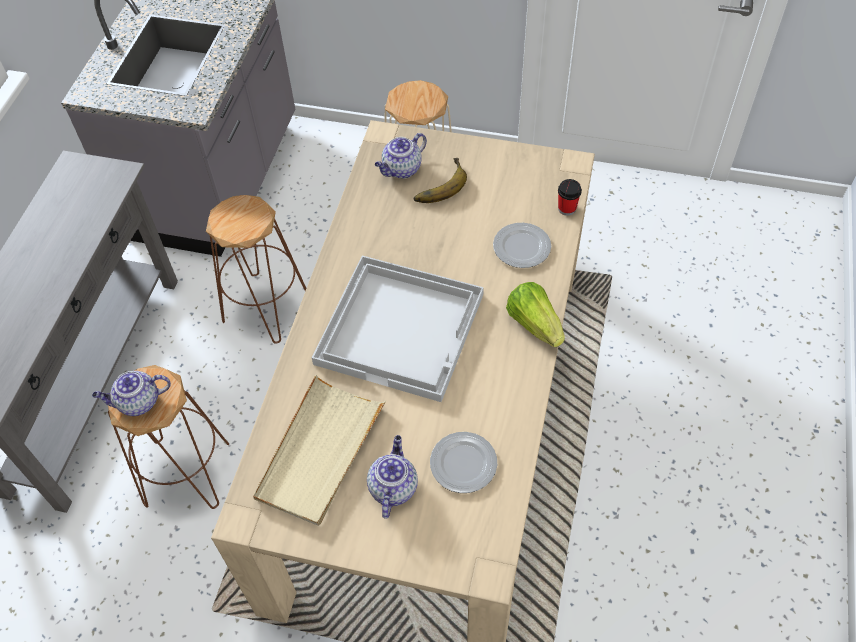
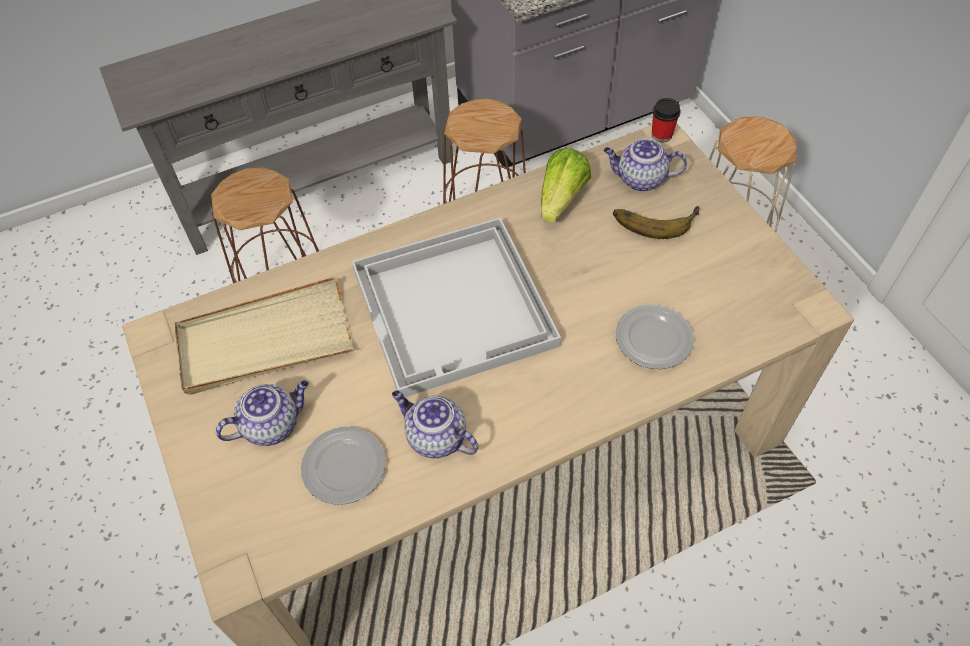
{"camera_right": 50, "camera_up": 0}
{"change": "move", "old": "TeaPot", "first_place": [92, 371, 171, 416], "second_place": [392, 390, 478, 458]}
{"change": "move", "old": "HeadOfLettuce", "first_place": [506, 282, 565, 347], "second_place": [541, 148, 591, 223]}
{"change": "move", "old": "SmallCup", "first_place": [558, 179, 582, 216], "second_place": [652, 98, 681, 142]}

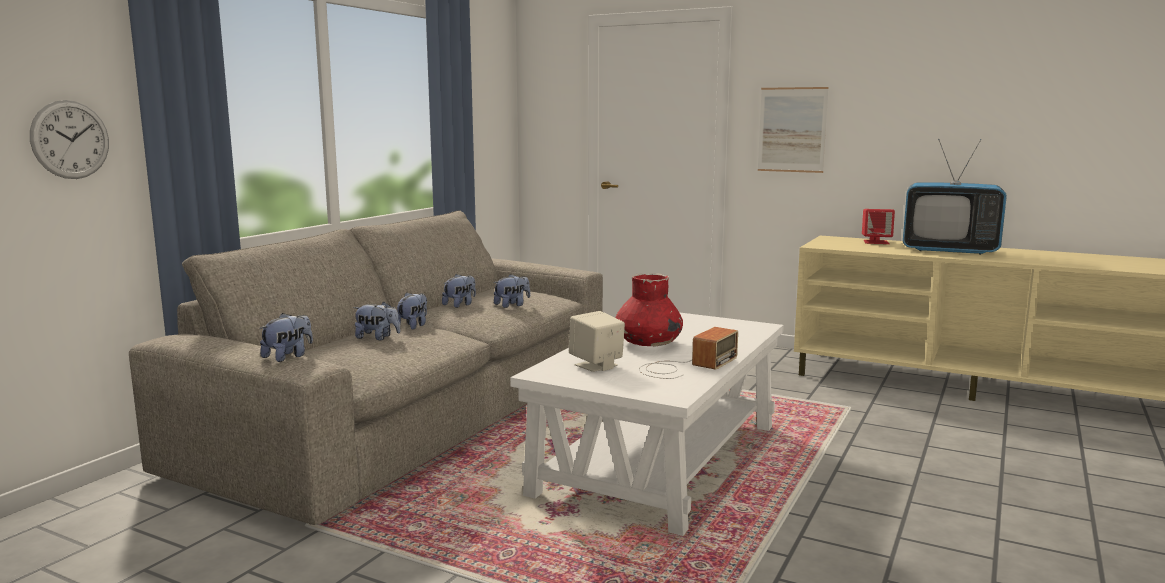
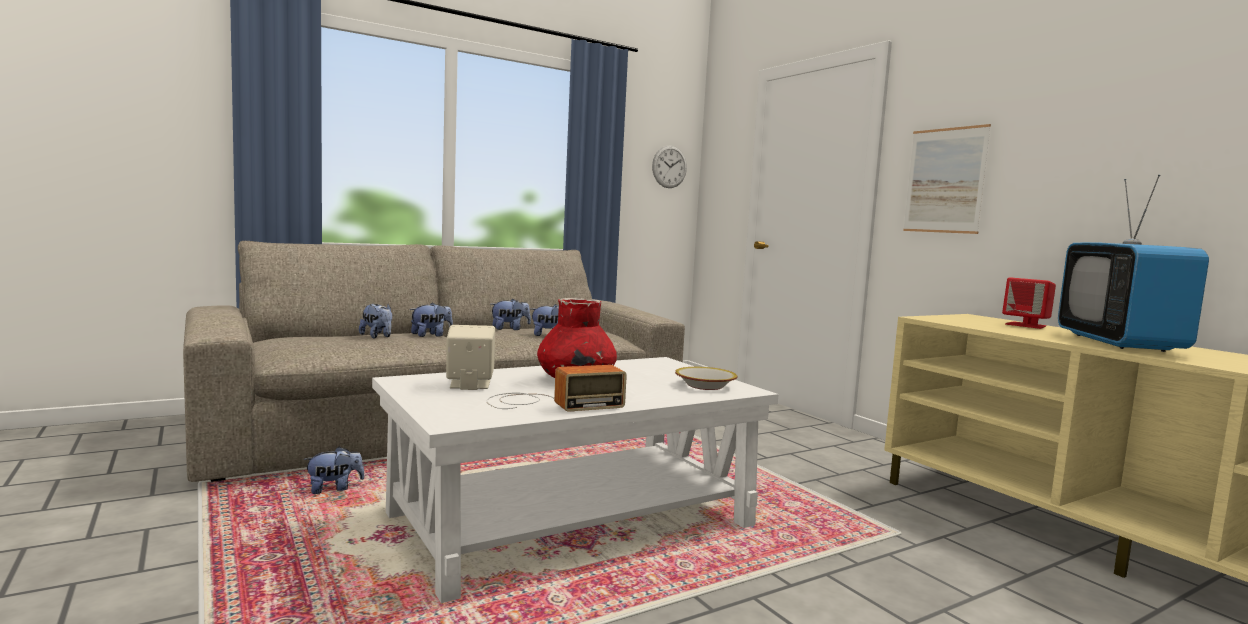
{"camera_right": 30, "camera_up": -5}
{"change": "insert", "new": "ServingBowl", "second_place": [675, 367, 737, 390]}
{"change": "move", "old": "ClockOnTheWall", "first_place": [30, 100, 109, 179], "second_place": [652, 146, 687, 188]}
{"change": "move", "old": "SoftToy", "first_place": [260, 313, 313, 362], "second_place": [304, 447, 364, 494]}
{"change": "rotate", "old": "Tv", "first_place": [903, 139, 1007, 255], "second_place": [1058, 175, 1209, 352], "degrees": 45}

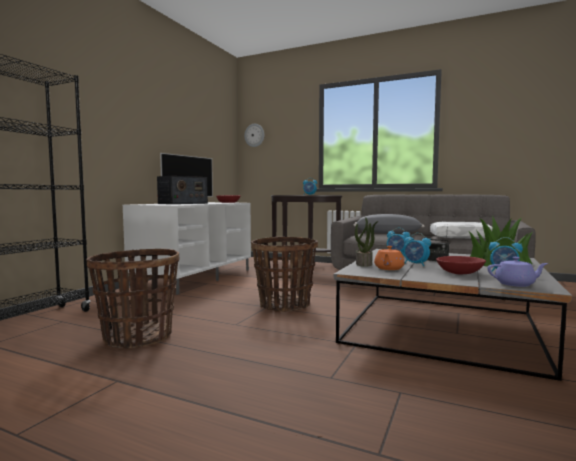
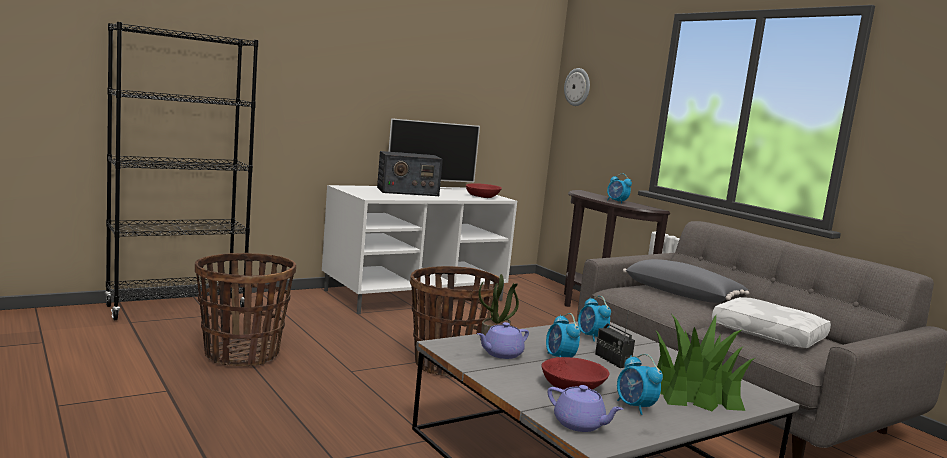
{"camera_right": 30, "camera_up": 5}
{"change": "recolor", "old": "OrangeyTeaPot", "new": "PurplishTeaPot", "first_place": [374, 246, 405, 270], "second_place": [477, 322, 529, 359]}

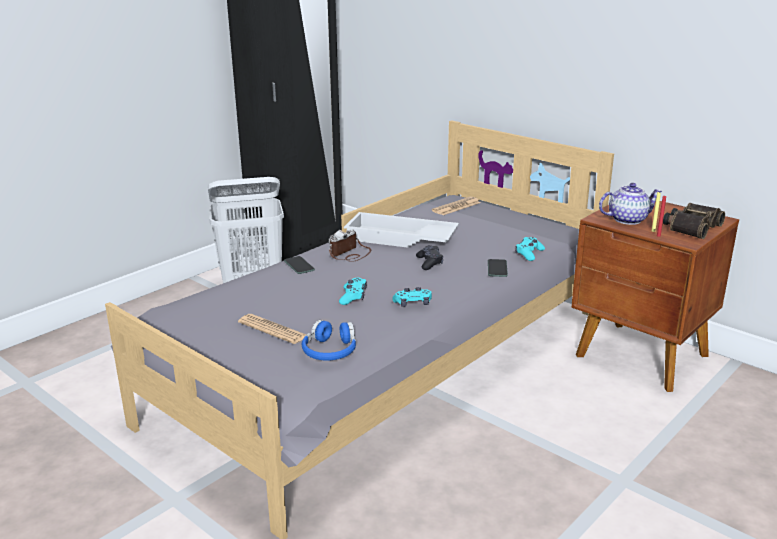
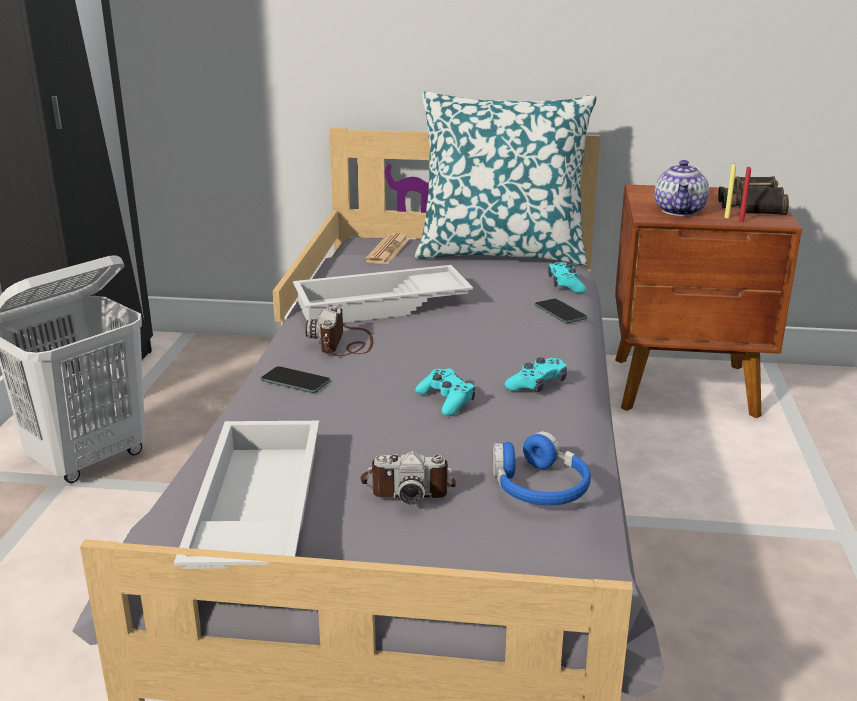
{"camera_right": -35, "camera_up": 0}
{"change": "delete", "old": "BlackGamepad", "first_place": [416, 245, 443, 270]}
{"change": "insert", "new": "WhitishServingTray", "second_place": [174, 421, 319, 569]}
{"change": "insert", "new": "ThrowPillow", "second_place": [415, 91, 597, 266]}
{"change": "replace", "old": "PrintedPaper", "new": "PhotoCamera", "first_place": [238, 314, 306, 344], "second_place": [360, 451, 456, 504]}
{"change": "rotate", "old": "TeaPot", "first_place": [599, 183, 662, 225], "second_place": [654, 160, 709, 216], "degrees": 150}

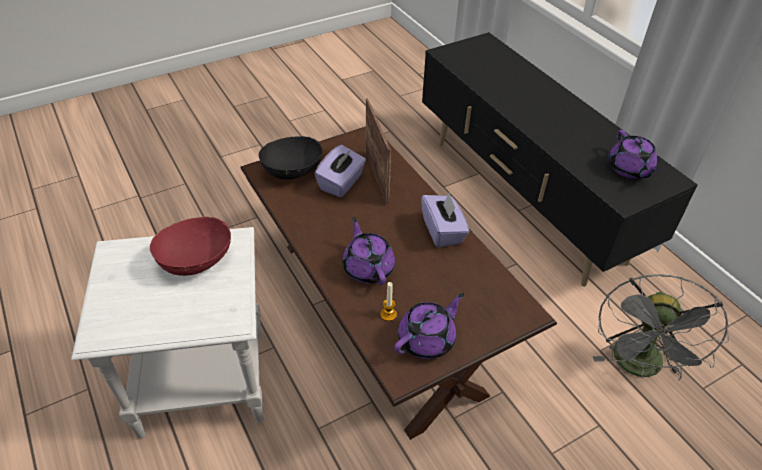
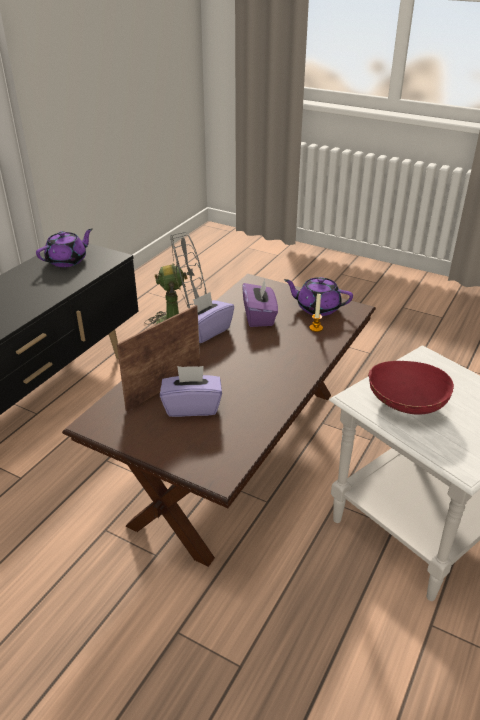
{"camera_right": -120, "camera_up": -10}
{"change": "delete", "old": "BlackServingBowl", "first_place": [259, 136, 322, 180]}
{"change": "delete", "old": "PurplishTeaPot", "first_place": [342, 217, 395, 285]}
{"change": "insert", "new": "PurplishTissueBox", "second_place": [242, 279, 278, 327]}

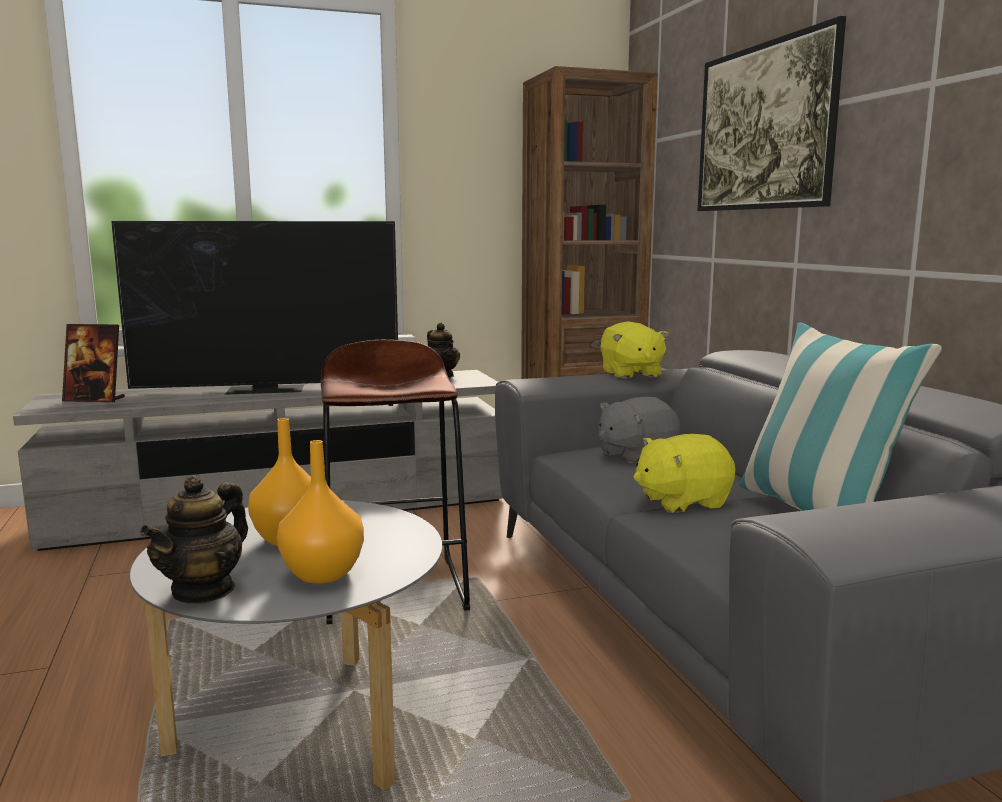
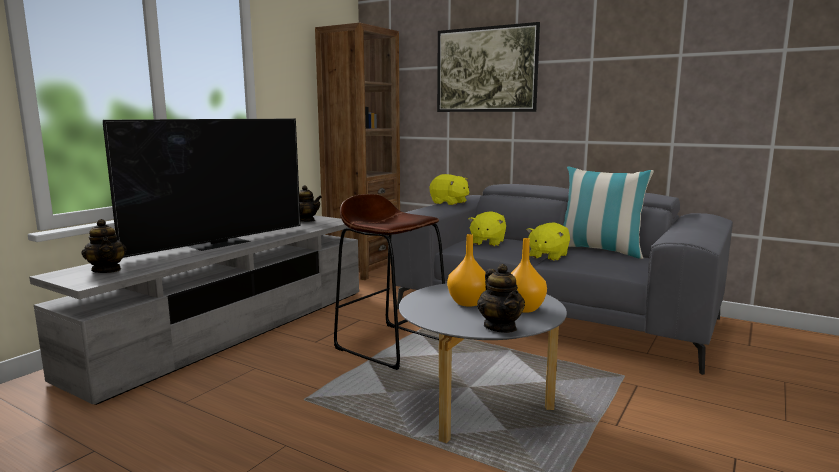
{"camera_right": -40, "camera_up": 0}
{"change": "replace", "old": "PictureFrame", "new": "TeaPot", "first_place": [62, 324, 125, 402], "second_place": [82, 219, 127, 273]}
{"change": "recolor", "old": "GreyishSoftToy", "new": "YellowSoftToy", "first_place": [598, 397, 680, 463], "second_place": [468, 211, 506, 246]}

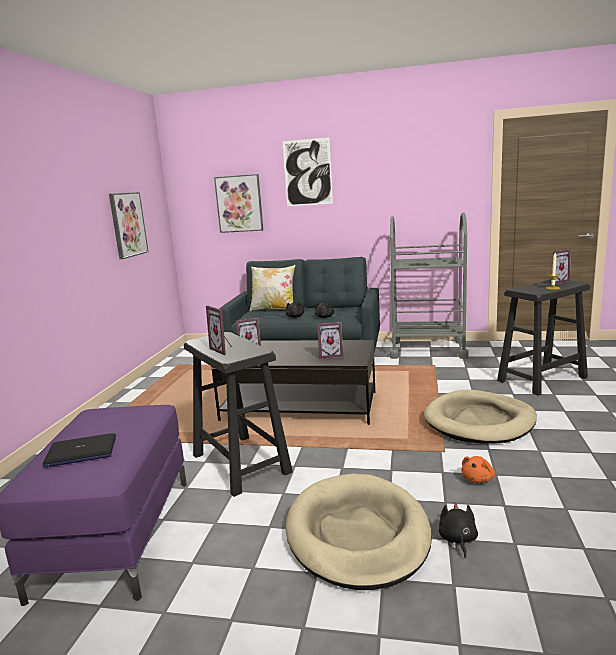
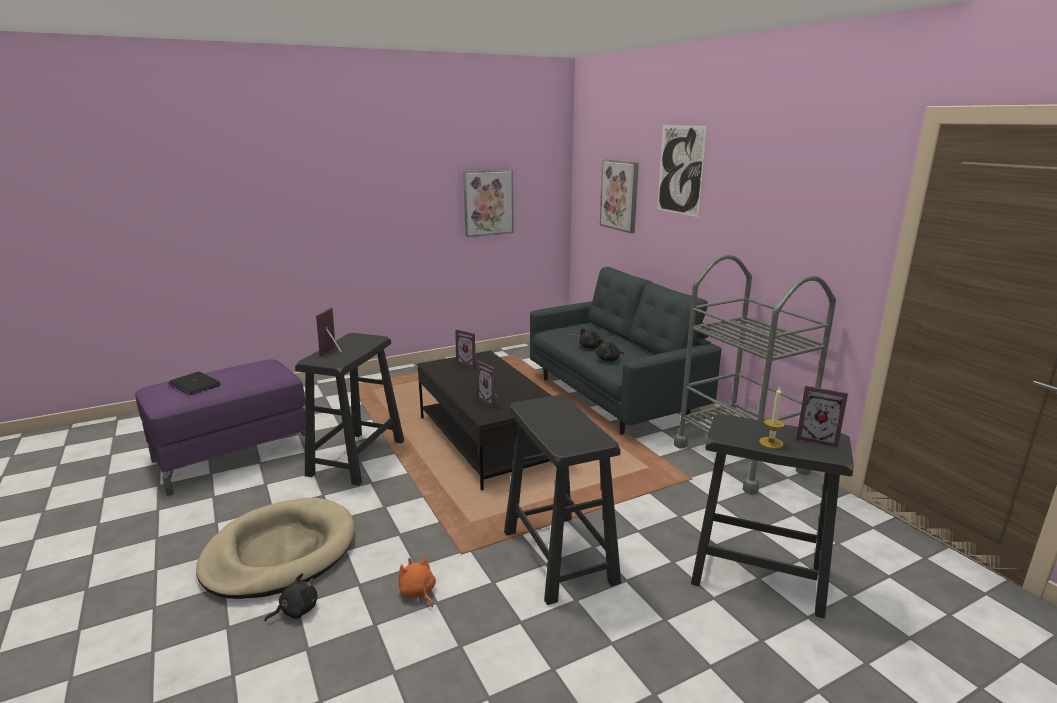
{"camera_right": 50, "camera_up": 5}
{"change": "delete", "old": "ThrowPillow", "first_place": [250, 265, 295, 311]}
{"change": "replace", "old": "BeigeDogCushion", "new": "BlackStool", "first_place": [424, 390, 537, 444], "second_place": [504, 395, 621, 605]}
{"change": "rotate", "old": "OrangeySoftToy", "first_place": [461, 456, 495, 483], "second_place": [398, 556, 436, 607], "degrees": 60}

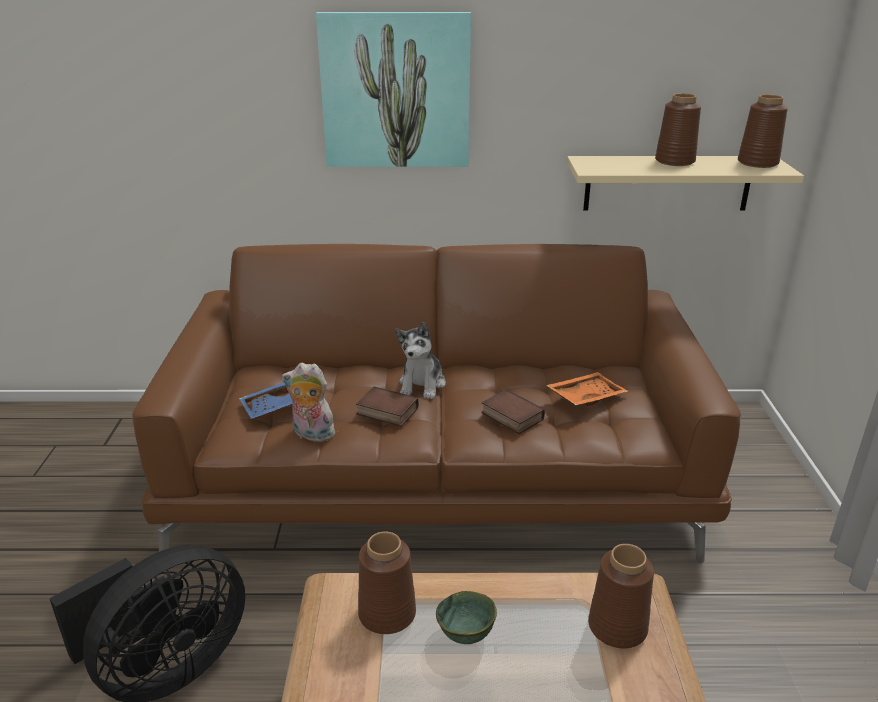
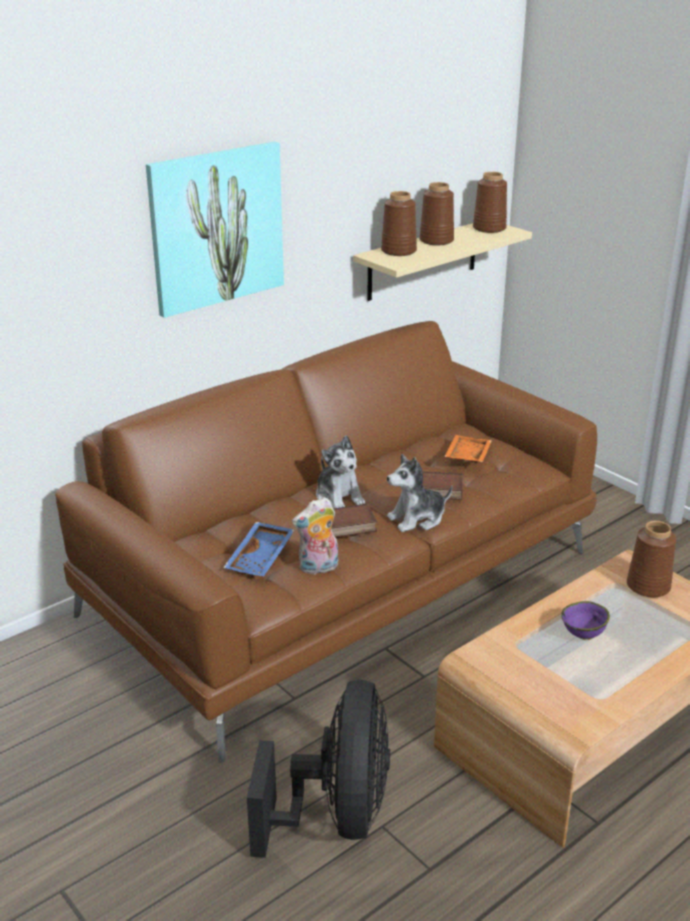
{"camera_right": -40, "camera_up": 0}
{"change": "insert", "new": "SoftToy", "second_place": [387, 454, 452, 532]}
{"change": "move", "old": "BrownishDecorativeVase", "first_place": [358, 531, 416, 634], "second_place": [381, 191, 417, 256]}
{"change": "recolor", "old": "GreenishServingBowl", "new": "PurplishServingBowl", "first_place": [436, 591, 497, 644], "second_place": [561, 601, 610, 640]}

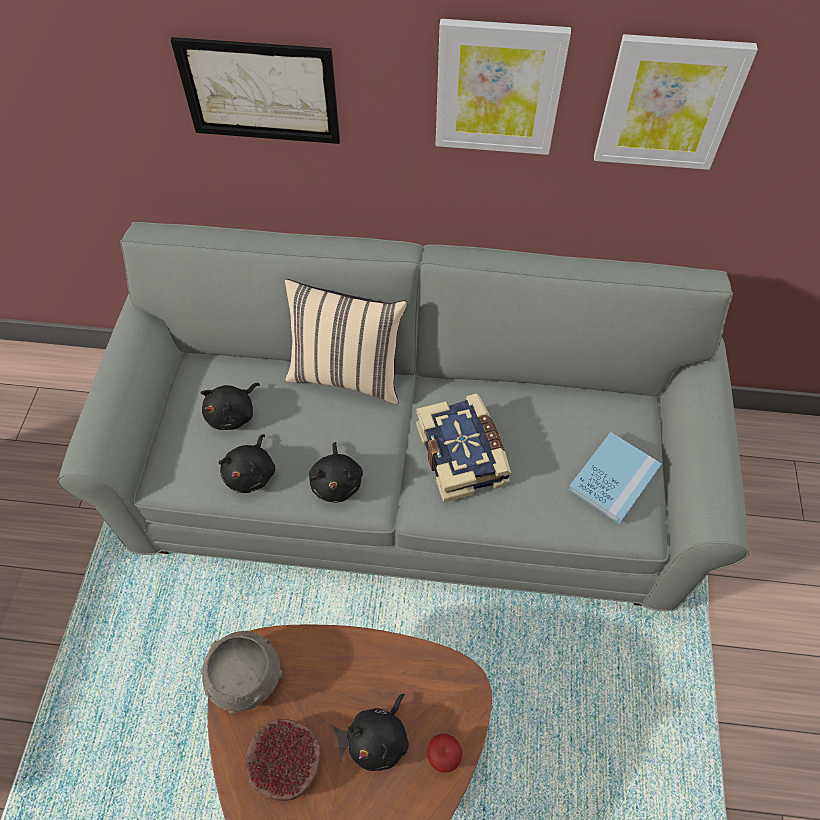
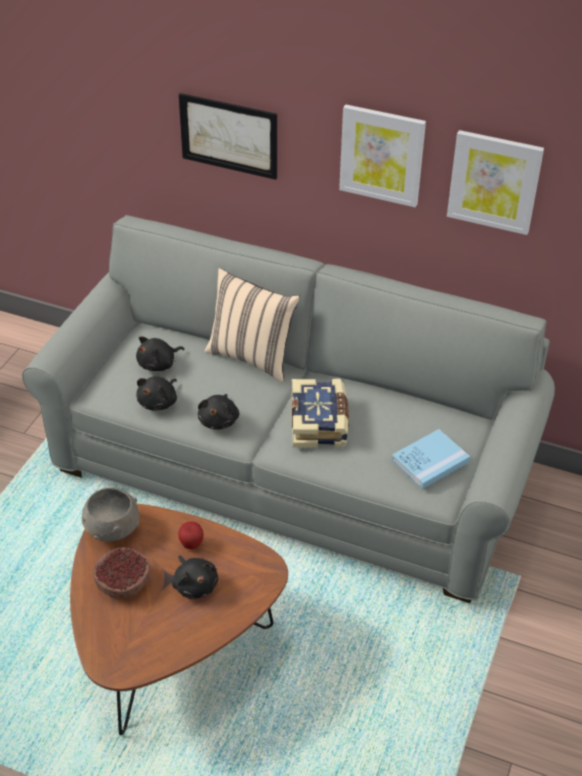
{"camera_right": 15, "camera_up": -15}
{"change": "move", "old": "AppleFruit", "first_place": [427, 734, 462, 773], "second_place": [178, 521, 204, 549]}
{"change": "rotate", "old": "BlackSoftToy", "first_place": [347, 693, 409, 771], "second_place": [172, 555, 218, 599], "degrees": -75}

